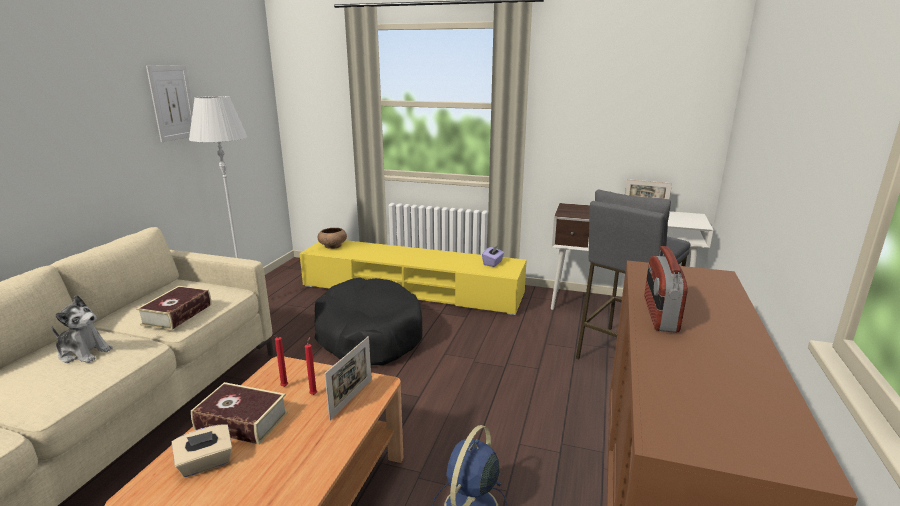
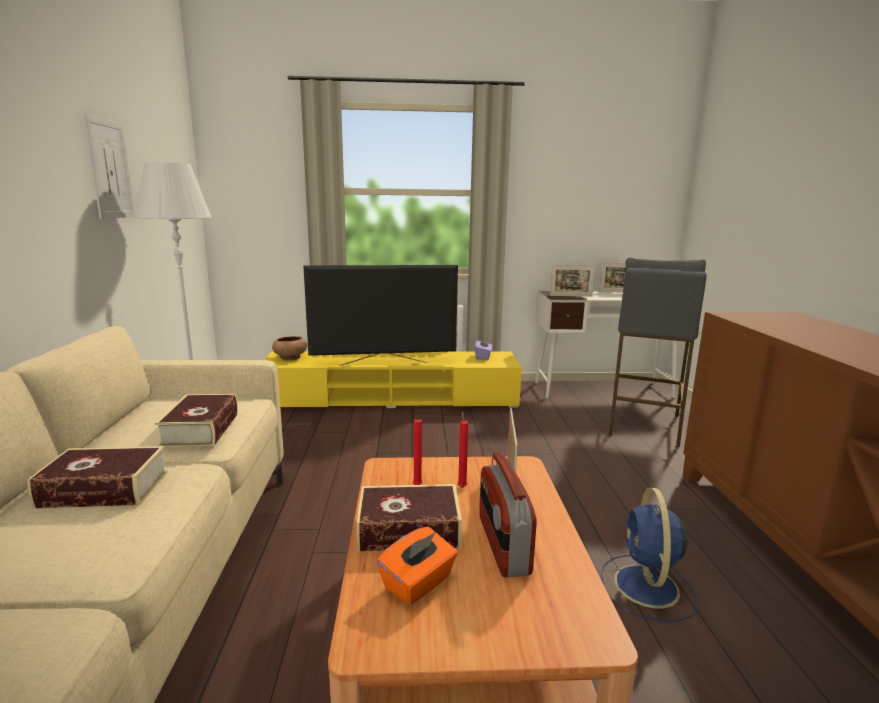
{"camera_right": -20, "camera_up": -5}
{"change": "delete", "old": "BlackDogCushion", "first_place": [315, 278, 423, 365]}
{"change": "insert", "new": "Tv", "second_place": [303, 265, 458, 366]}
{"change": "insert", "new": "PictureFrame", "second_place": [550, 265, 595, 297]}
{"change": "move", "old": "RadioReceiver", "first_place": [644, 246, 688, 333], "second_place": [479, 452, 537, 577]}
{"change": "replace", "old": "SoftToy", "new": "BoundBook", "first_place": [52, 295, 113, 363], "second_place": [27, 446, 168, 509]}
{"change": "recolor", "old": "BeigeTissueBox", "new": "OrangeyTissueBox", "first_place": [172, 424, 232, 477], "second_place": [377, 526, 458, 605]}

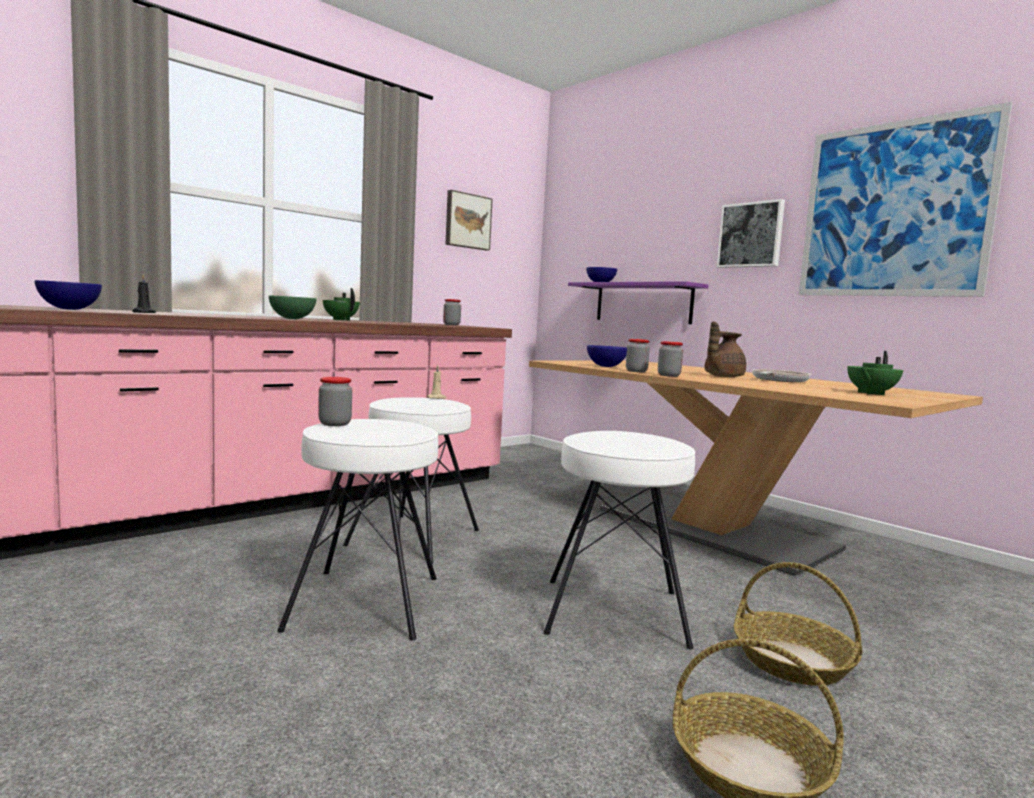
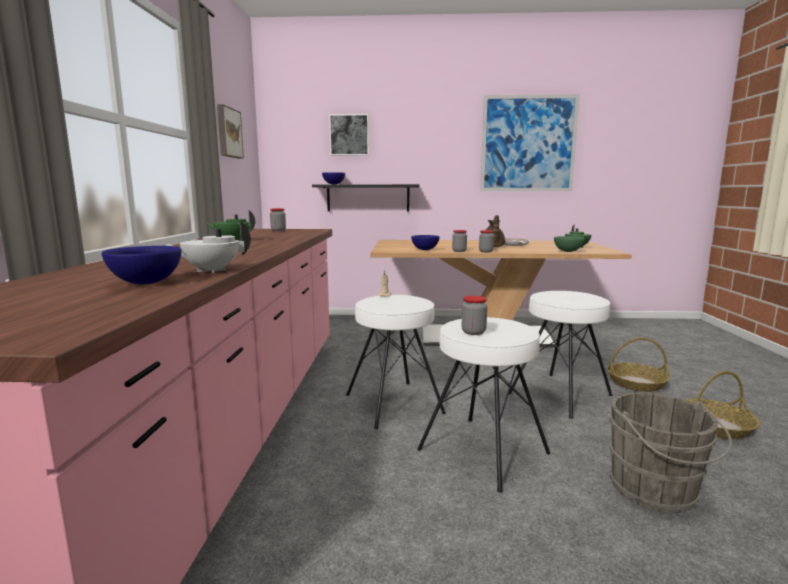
{"camera_right": -45, "camera_up": 5}
{"change": "insert", "new": "GreyishBucket", "second_place": [610, 392, 732, 513]}
{"change": "move", "old": "GreenishServingBowl", "first_place": [269, 295, 317, 319], "second_place": [554, 236, 585, 252]}
{"change": "move", "old": "WallPicture", "first_place": [717, 199, 785, 268], "second_place": [329, 114, 369, 156]}
{"change": "replace", "old": "BlackWaxLight", "new": "WhitishTeaPot", "first_place": [132, 274, 156, 313], "second_place": [162, 222, 251, 273]}
{"change": "recolor", "old": "PurplishShelf", "new": "BlackShelf", "first_place": [568, 281, 708, 324], "second_place": [312, 184, 420, 212]}

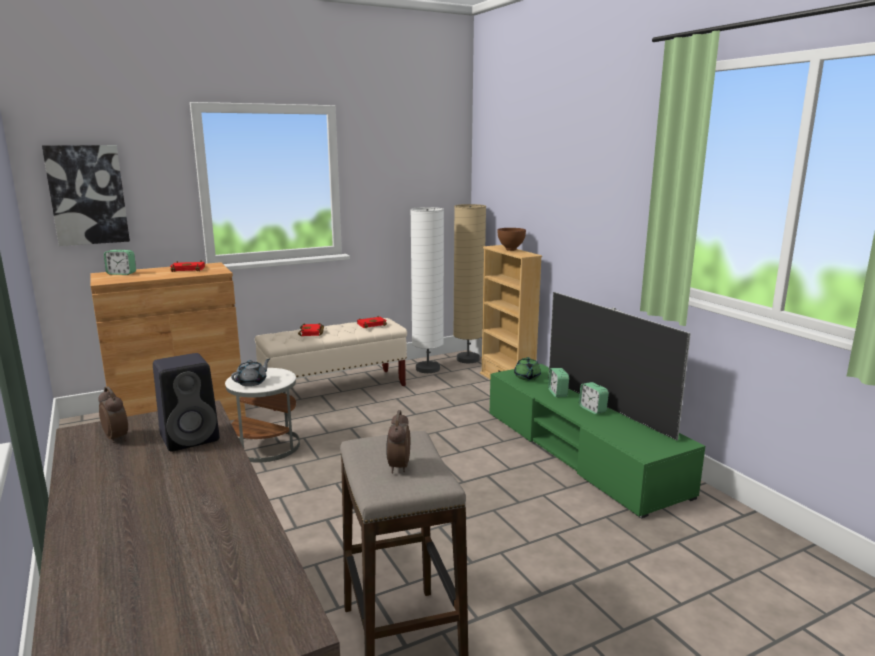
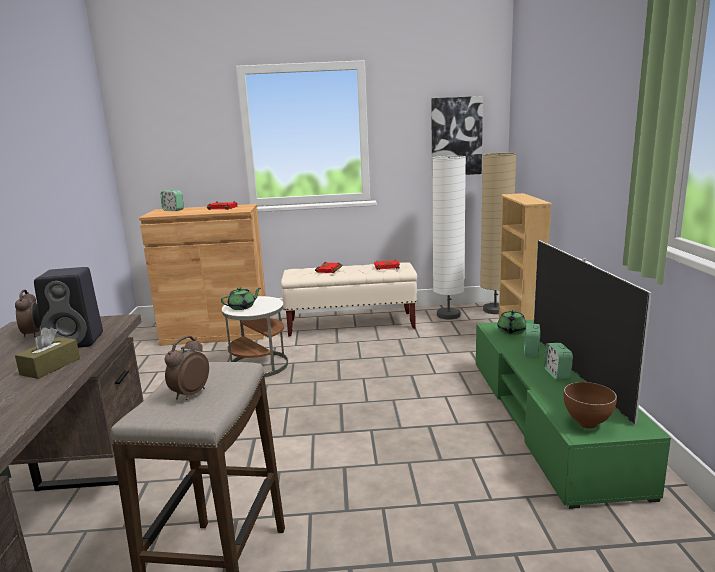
{"camera_right": 25, "camera_up": 0}
{"change": "insert", "new": "BrownishTissueBox", "second_place": [15, 327, 80, 379]}
{"change": "move", "old": "WallPicture", "first_place": [42, 145, 130, 246], "second_place": [431, 96, 483, 176]}
{"change": "move", "old": "BrownishServingBowl", "first_place": [498, 228, 526, 251], "second_place": [564, 382, 617, 429]}
{"change": "recolor", "old": "GreyishTeaPot", "new": "GreenishTeaPot", "first_place": [231, 359, 270, 386], "second_place": [221, 287, 261, 310]}

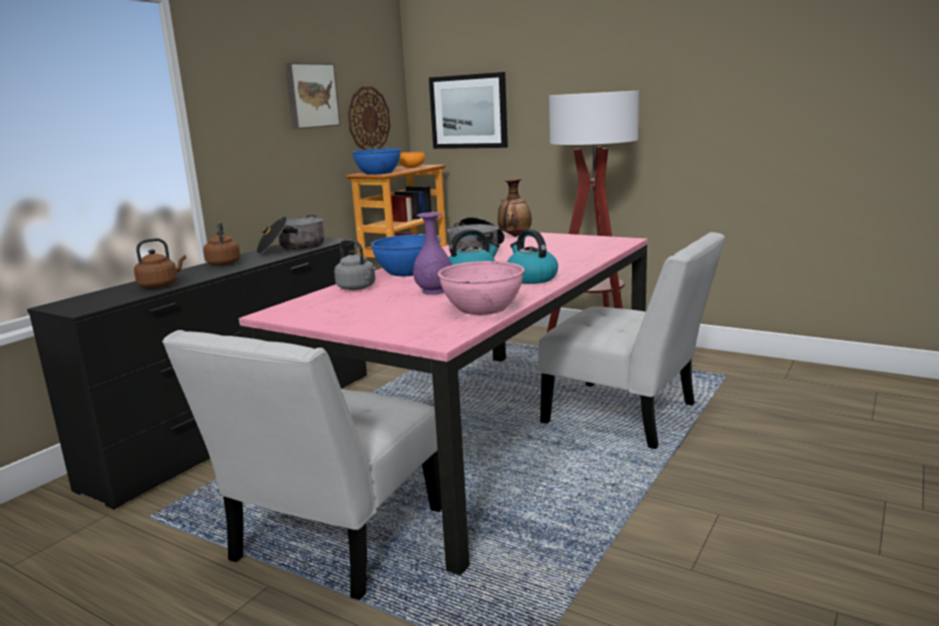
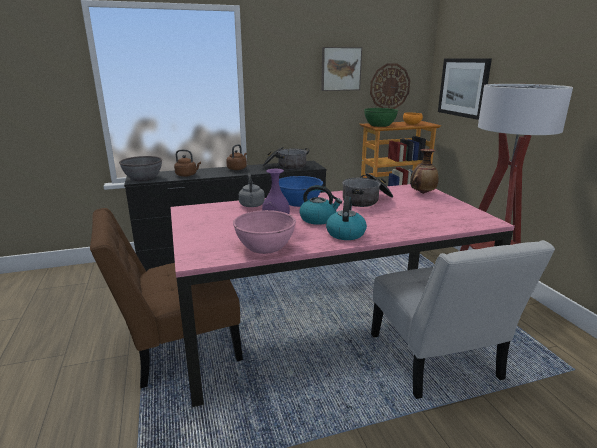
{"camera_right": 40, "camera_up": 5}
{"change": "insert", "new": "GreyishServingBowl", "second_place": [119, 156, 162, 181]}
{"change": "recolor", "old": "WhitishPlainChair", "new": "BrownishPlainChair", "first_place": [162, 330, 442, 600], "second_place": [90, 208, 243, 388]}
{"change": "recolor", "old": "BlueColouredServingBowl", "new": "GreenishServingBowl", "first_place": [352, 148, 401, 175], "second_place": [364, 108, 398, 127]}

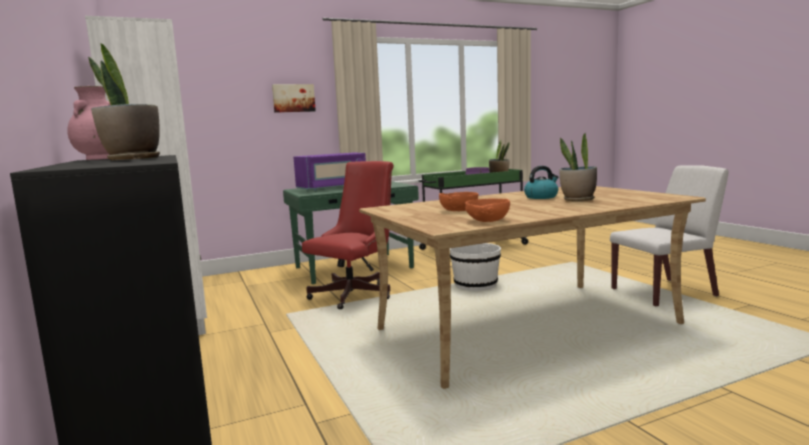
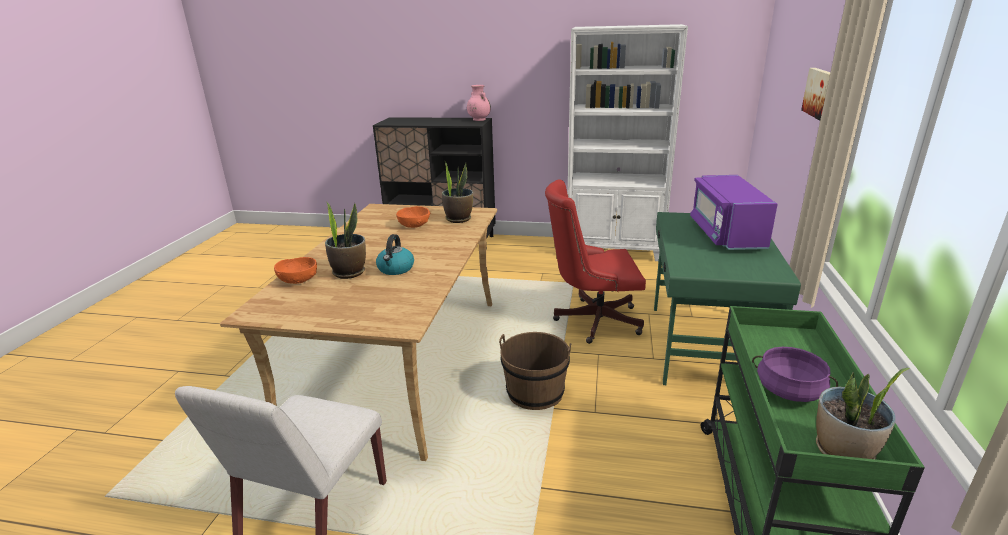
{"camera_right": 125, "camera_up": 15}
{"change": "move", "old": "PottedPlant", "first_place": [88, 43, 160, 161], "second_place": [442, 162, 473, 223]}
{"change": "move", "old": "OrangeyServingBowl", "first_place": [465, 199, 510, 222], "second_place": [274, 257, 317, 284]}
{"change": "recolor", "old": "WhitishBucket", "new": "BrownishBucket", "first_place": [450, 243, 501, 291], "second_place": [499, 332, 571, 410]}
{"change": "rotate", "old": "RedDeskChair", "first_place": [302, 161, 394, 309], "second_place": [545, 180, 646, 344], "degrees": 105}

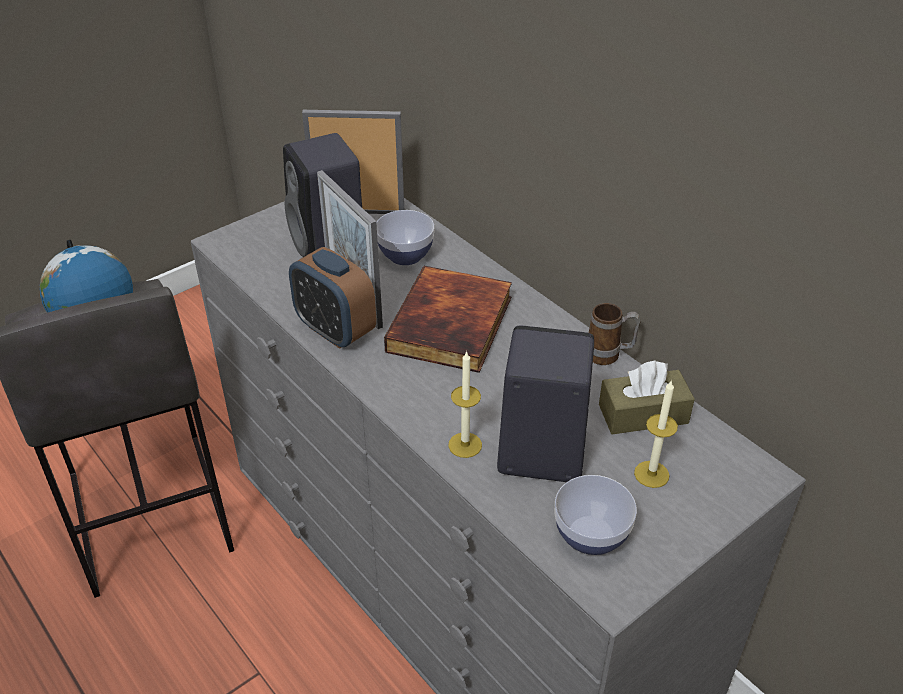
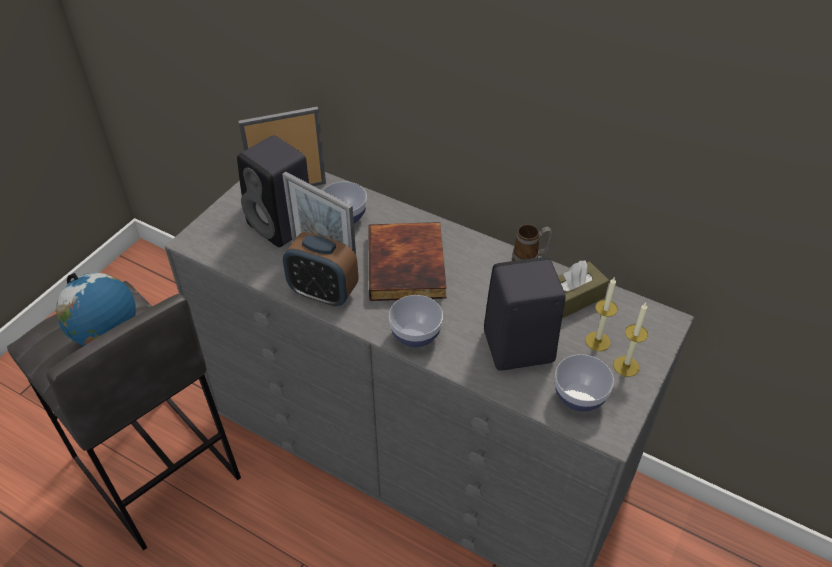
{"camera_right": -20, "camera_up": 5}
{"change": "insert", "new": "ServingBowl", "second_place": [389, 295, 443, 347]}
{"change": "move", "old": "WaxLight", "first_place": [448, 351, 482, 458], "second_place": [613, 303, 648, 377]}

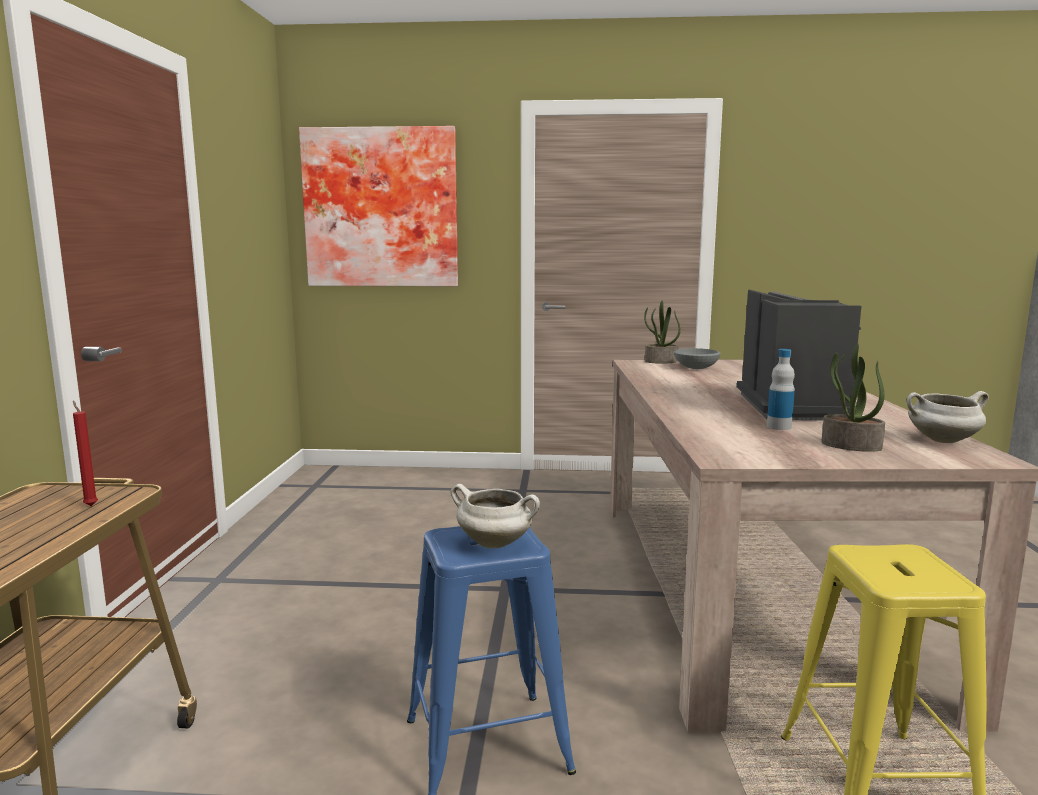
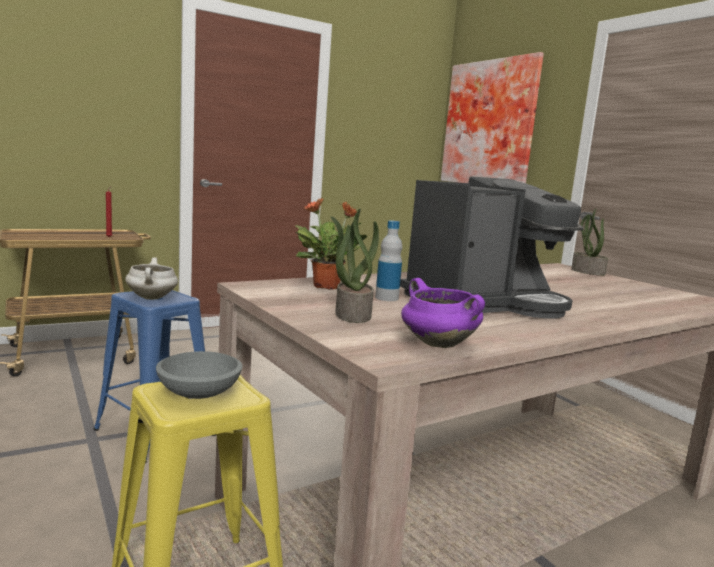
{"camera_right": 55, "camera_up": 0}
{"change": "insert", "new": "PottedPlant", "second_place": [295, 198, 367, 290]}
{"change": "move", "old": "GreyishServingBowl", "first_place": [674, 348, 721, 369], "second_place": [156, 351, 242, 399]}
{"change": "recolor", "old": "WhitishCookingPot", "new": "PurplishCookingPot", "first_place": [907, 391, 989, 443], "second_place": [401, 278, 485, 348]}

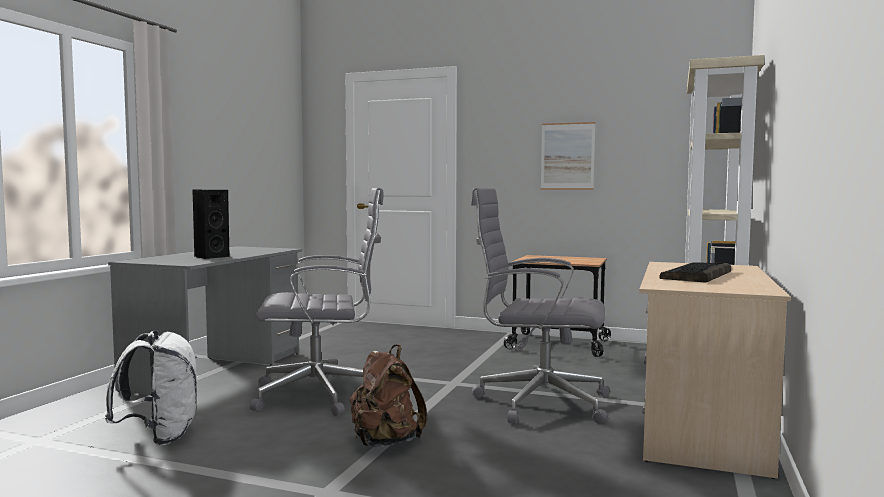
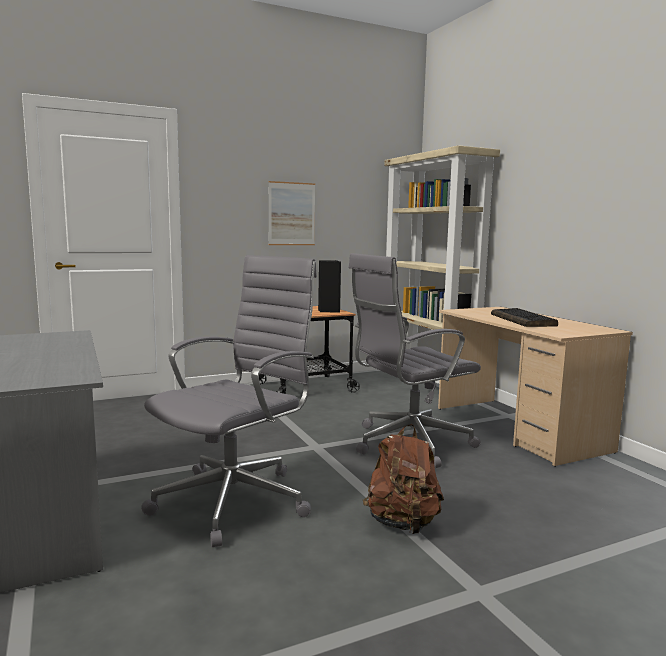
{"camera_right": -45, "camera_up": 5}
{"change": "delete", "old": "WhitishRucksack", "first_place": [105, 330, 198, 445]}
{"change": "move", "old": "BlackAudioSpeaker", "first_place": [192, 190, 230, 259], "second_place": [318, 260, 341, 313]}

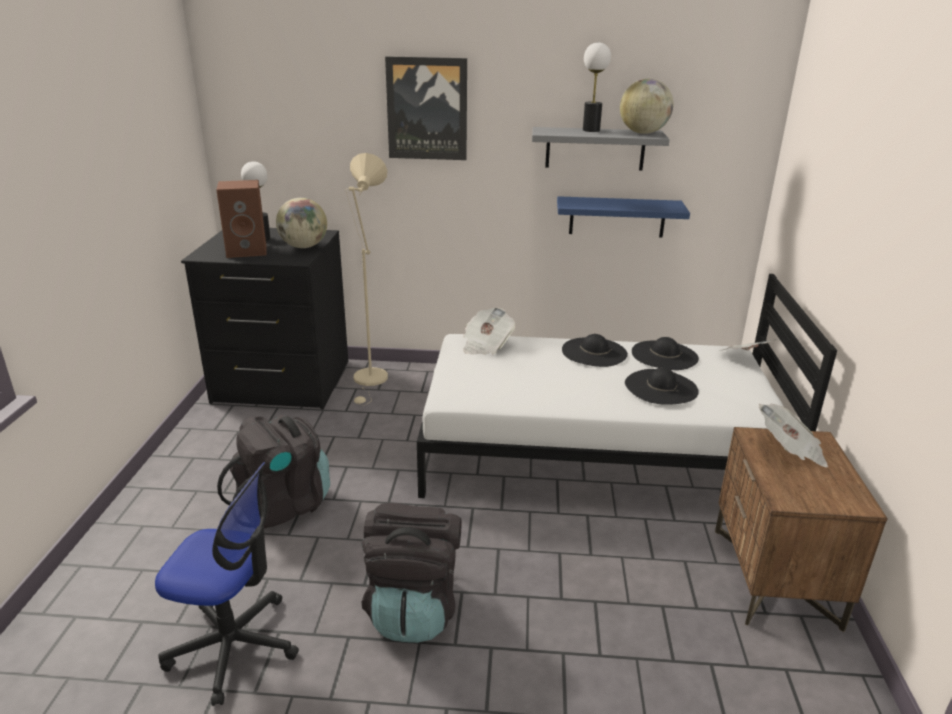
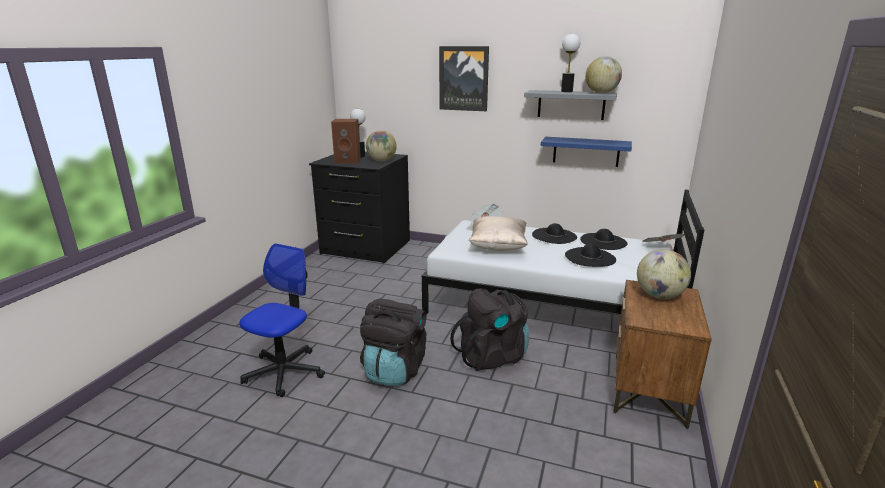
{"camera_right": 15, "camera_up": -5}
{"change": "delete", "old": "BeigeFloorLamp", "first_place": [346, 153, 388, 406]}
{"change": "insert", "new": "BeigeThrowPillow", "second_place": [469, 216, 528, 251]}
{"change": "move", "old": "BlackRucksack", "first_place": [217, 415, 330, 529], "second_place": [450, 289, 529, 371]}
{"change": "replace", "old": "PrintedPaper", "new": "WorldGlobe", "first_place": [759, 404, 828, 468], "second_place": [637, 249, 691, 299]}
{"change": "rotate", "old": "DeskChair", "first_place": [155, 462, 299, 706], "second_place": [239, 243, 325, 397], "degrees": -90}

